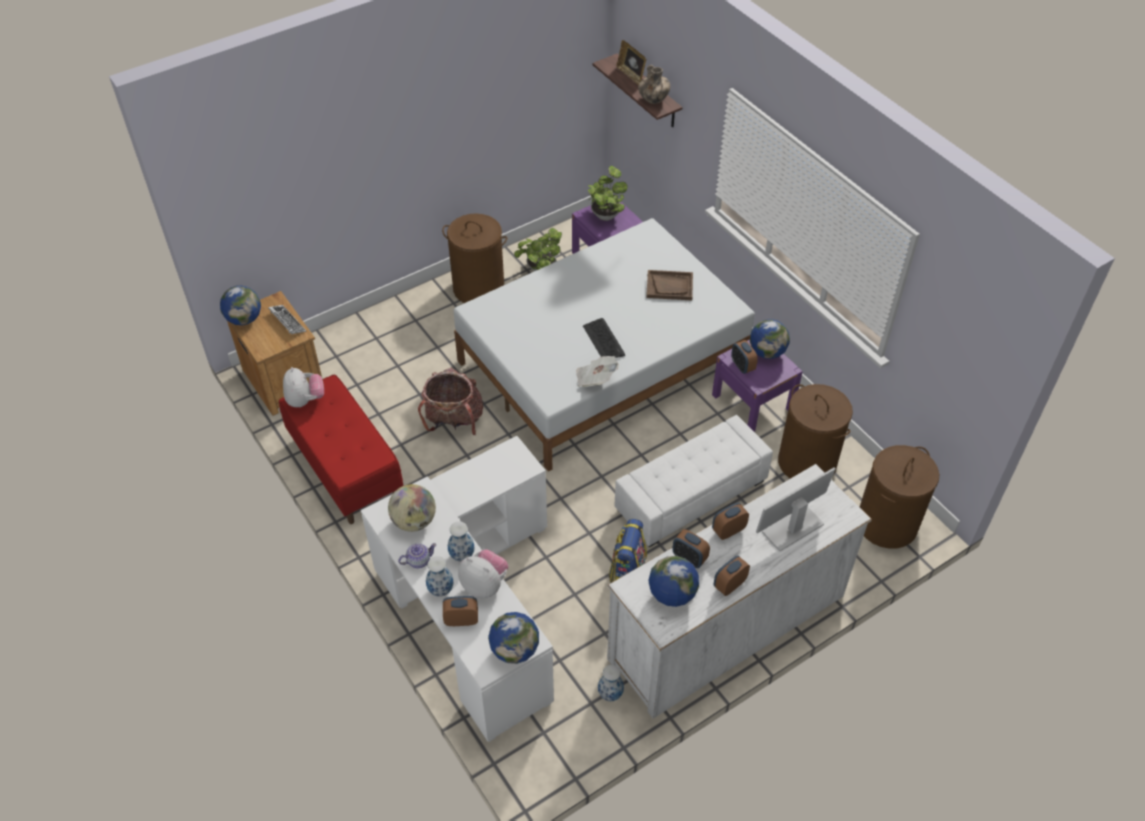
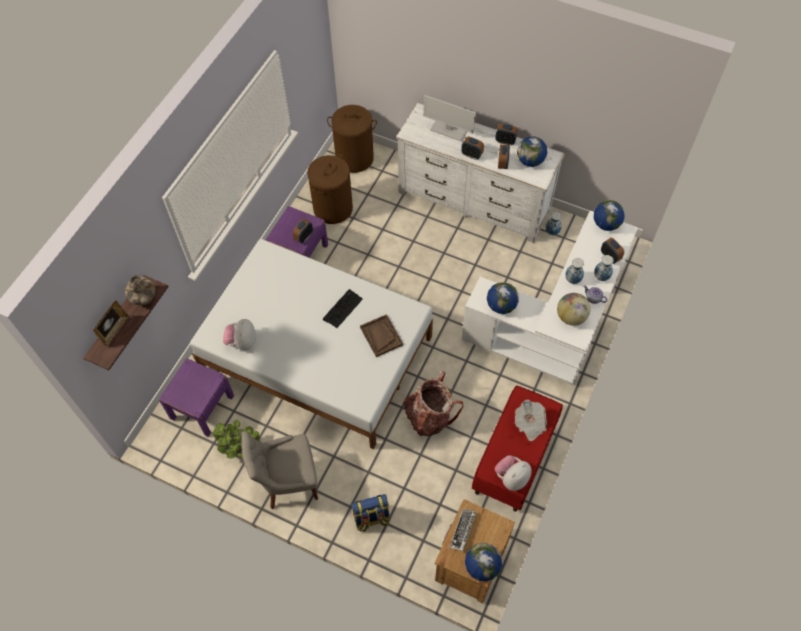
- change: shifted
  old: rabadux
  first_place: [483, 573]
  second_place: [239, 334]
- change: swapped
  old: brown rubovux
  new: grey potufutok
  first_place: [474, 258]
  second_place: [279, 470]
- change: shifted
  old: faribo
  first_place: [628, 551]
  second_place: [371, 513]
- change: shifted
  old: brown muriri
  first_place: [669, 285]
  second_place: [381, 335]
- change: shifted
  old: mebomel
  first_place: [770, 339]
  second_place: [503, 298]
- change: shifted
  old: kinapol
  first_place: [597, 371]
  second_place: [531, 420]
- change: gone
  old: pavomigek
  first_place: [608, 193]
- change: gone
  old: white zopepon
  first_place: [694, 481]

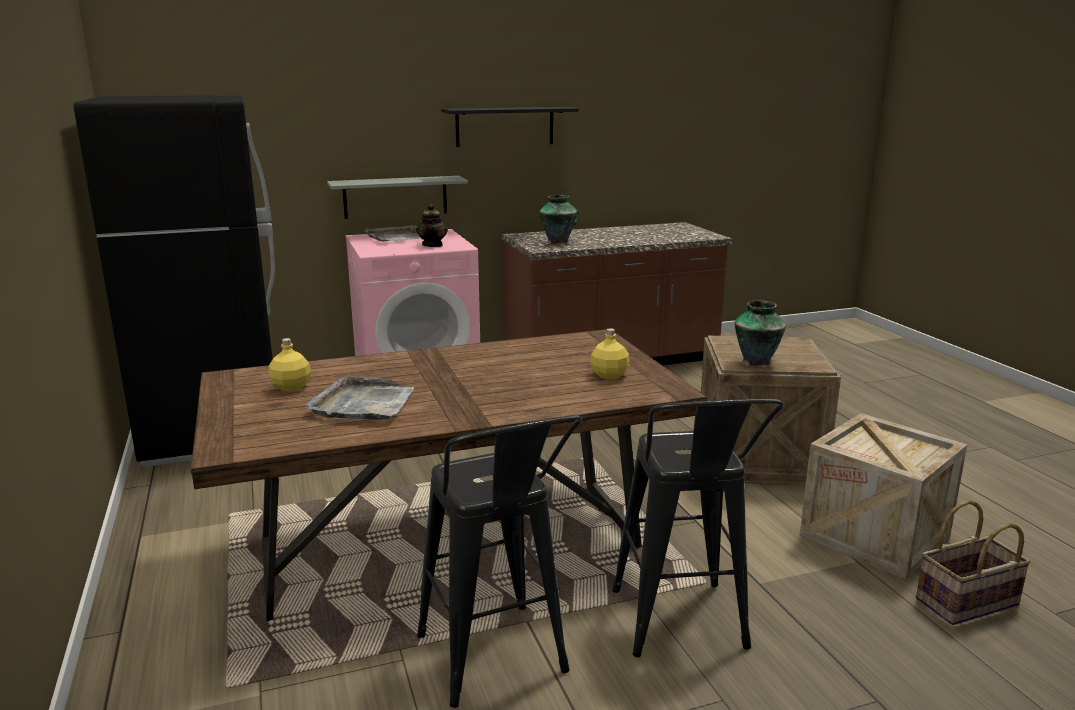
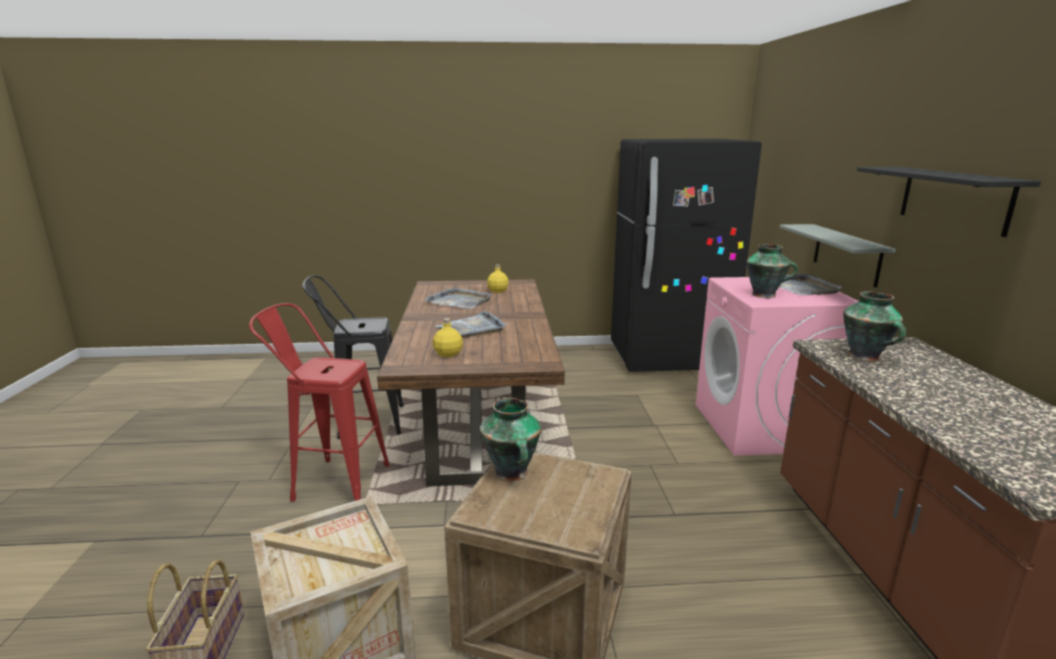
- change: repainted
  old: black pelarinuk
  new: red pelarinuk
  first_place: [698, 528]
  second_place: [319, 402]
- change: new
  new: grey muriri
  second_place: [470, 325]
- change: swapped
  old: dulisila
  new: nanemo
  first_place: [432, 225]
  second_place: [772, 271]

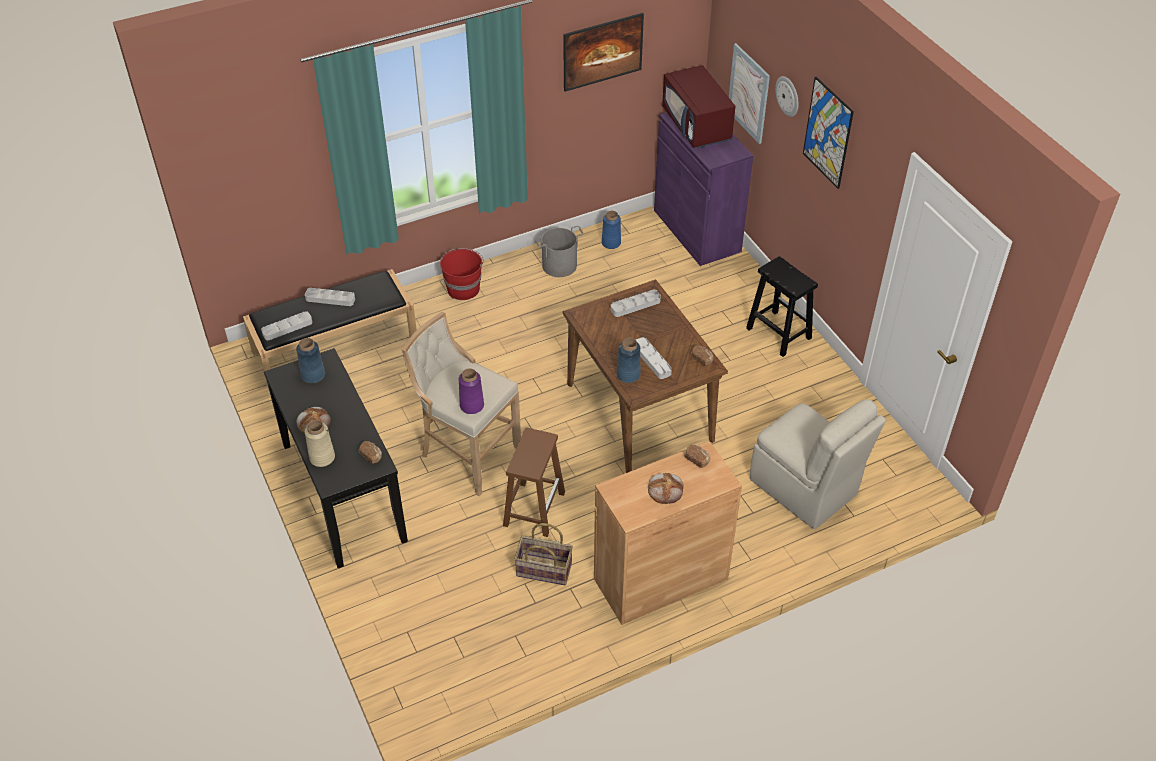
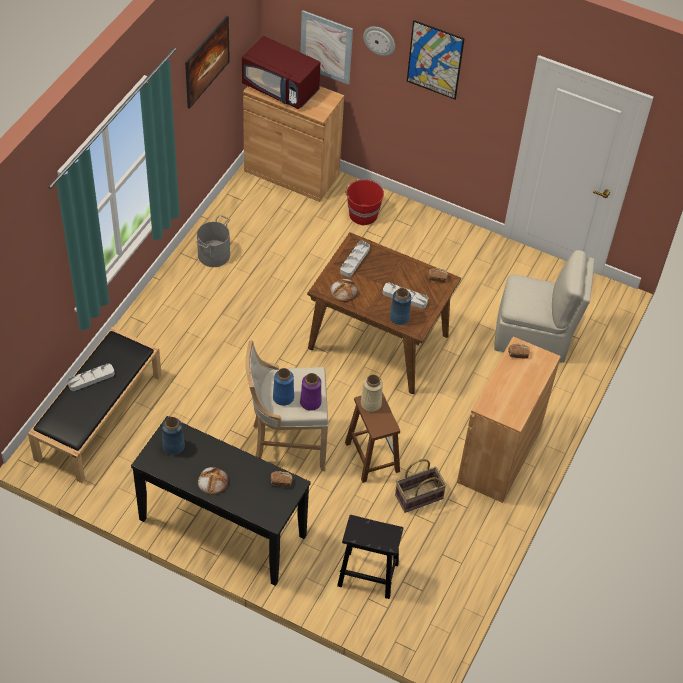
- change: repainted
  old: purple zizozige
  new: brown zizozige
  first_place: [703, 189]
  second_place: [293, 144]
- change: shifted
  old: blue nanemo
  first_place: [611, 230]
  second_place: [283, 387]
- change: shifted
  old: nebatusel
  first_place: [665, 488]
  second_place: [344, 290]
- change: shifted
  old: black pelarinuk
  first_place: [782, 306]
  second_place: [370, 557]
- change: shifted
  old: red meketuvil
  first_place: [462, 274]
  second_place: [364, 202]
- change: shifted
  old: beige nanemo
  first_place: [320, 443]
  second_place: [372, 393]
- change: gone
  old: grey muriri
  first_place: [286, 325]

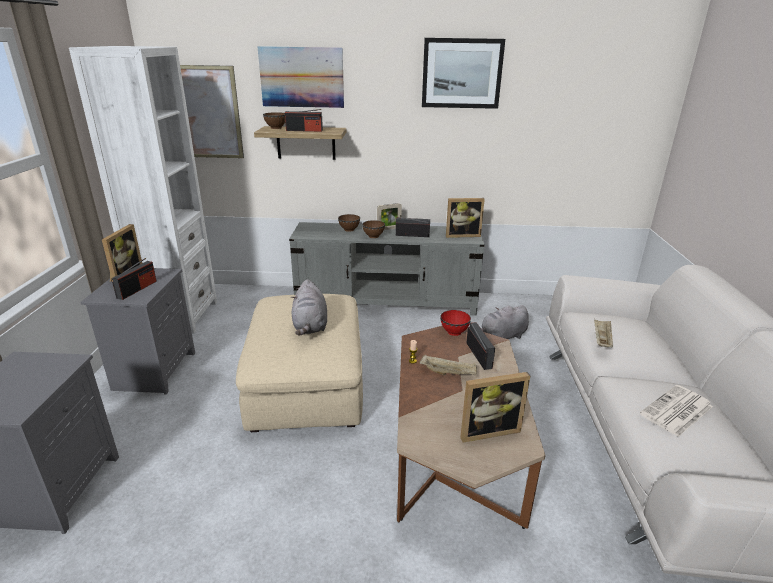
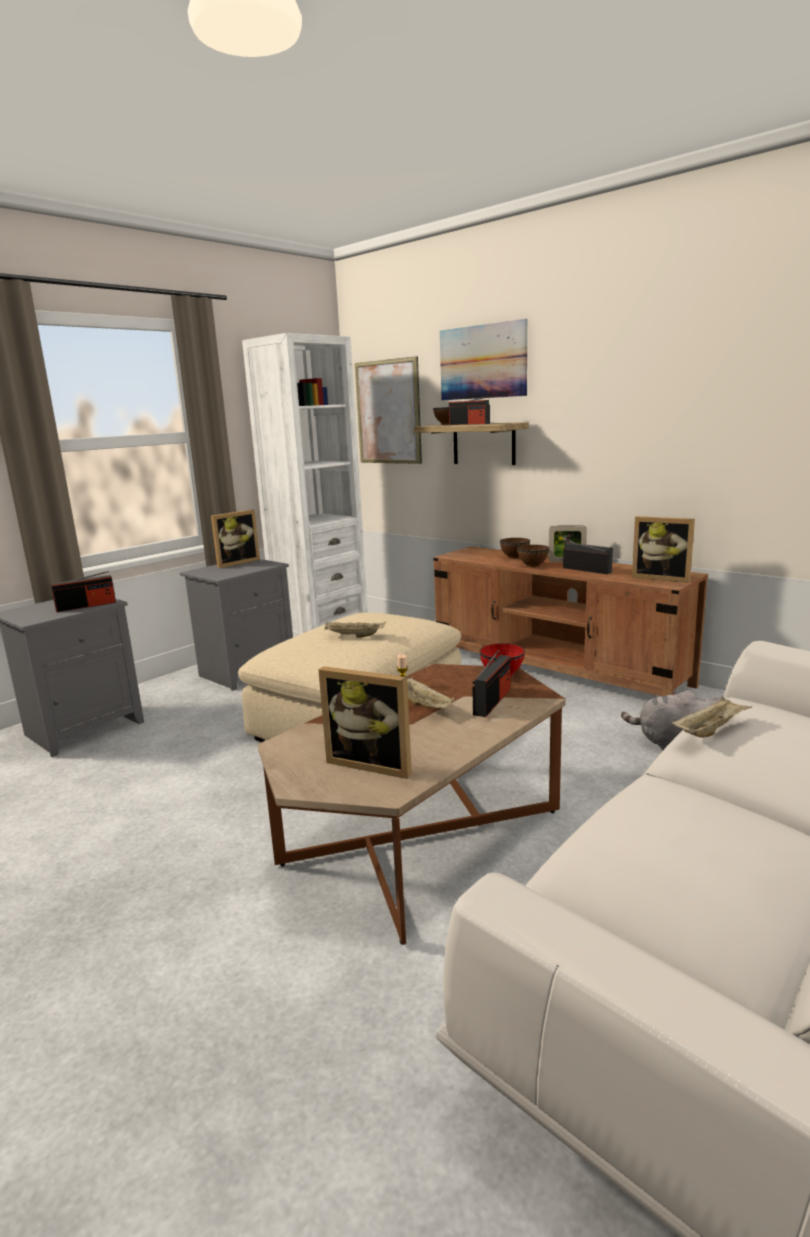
- change: shifted
  old: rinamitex
  first_place: [134, 279]
  second_place: [83, 591]
- change: swapped
  old: grey rabadux
  new: beige muriri
  first_place: [309, 307]
  second_place: [355, 630]
- change: repainted
  old: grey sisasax
  new: brown sisasax
  first_place: [386, 269]
  second_place: [570, 621]
- change: gone
  old: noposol
  first_place: [463, 73]
- change: gone
  old: kinapol
  first_place: [676, 411]

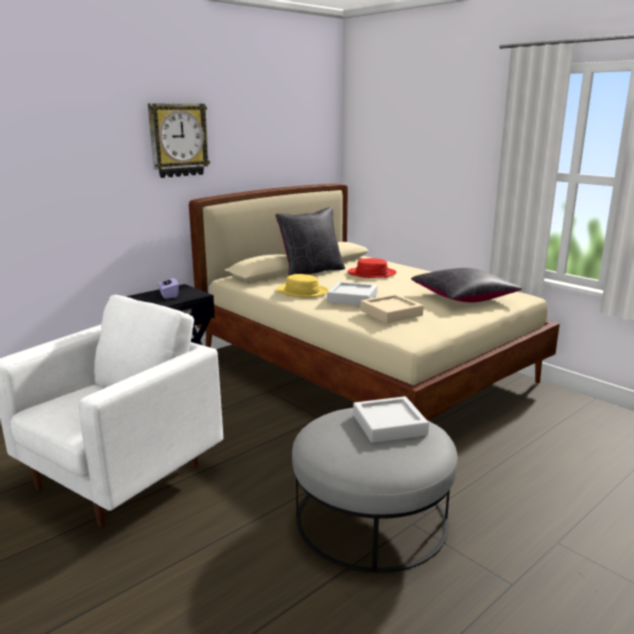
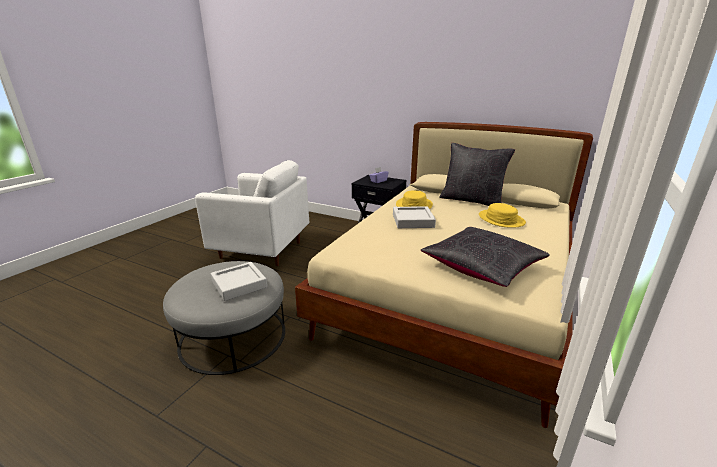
- change: repainted
  old: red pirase
  new: yellow pirase
  first_place: [372, 268]
  second_place: [502, 215]
- change: gone
  old: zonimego
  first_place: [179, 140]
- change: gone
  old: beige muriri
  first_place: [392, 308]

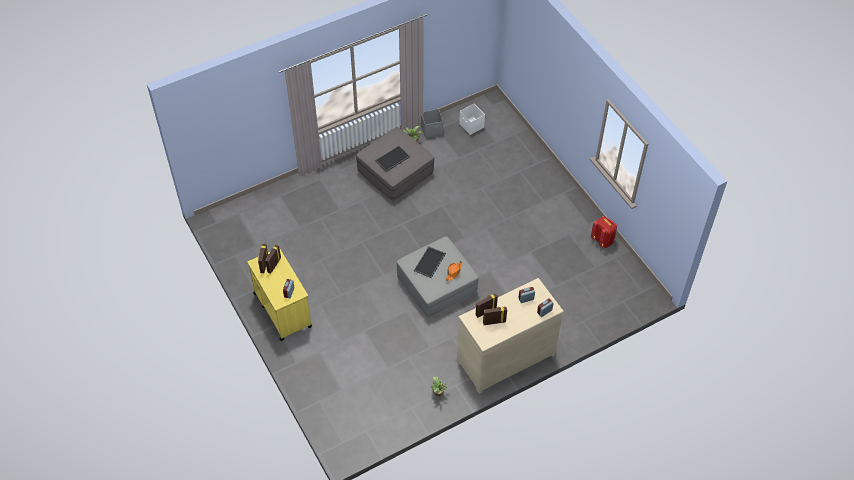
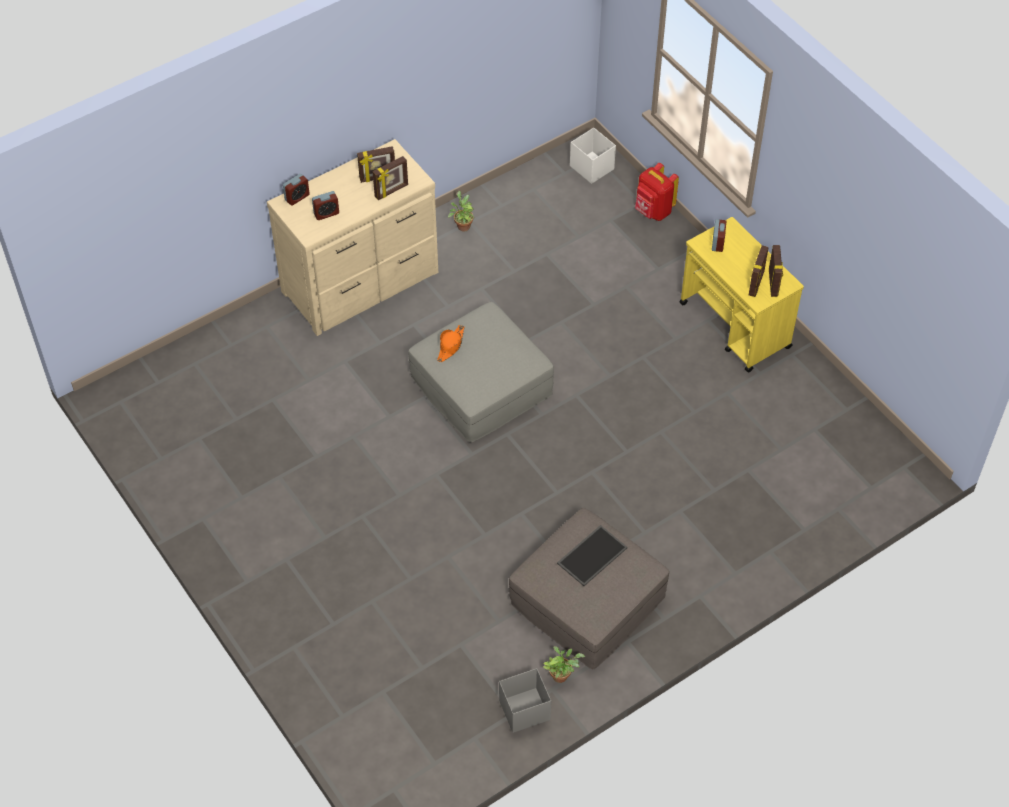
- change: shifted
  old: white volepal
  first_place: [472, 119]
  second_place: [593, 156]
- change: shifted
  old: red faribo
  first_place: [604, 232]
  second_place: [657, 192]
- change: gone
  old: muriri
  first_place: [430, 262]

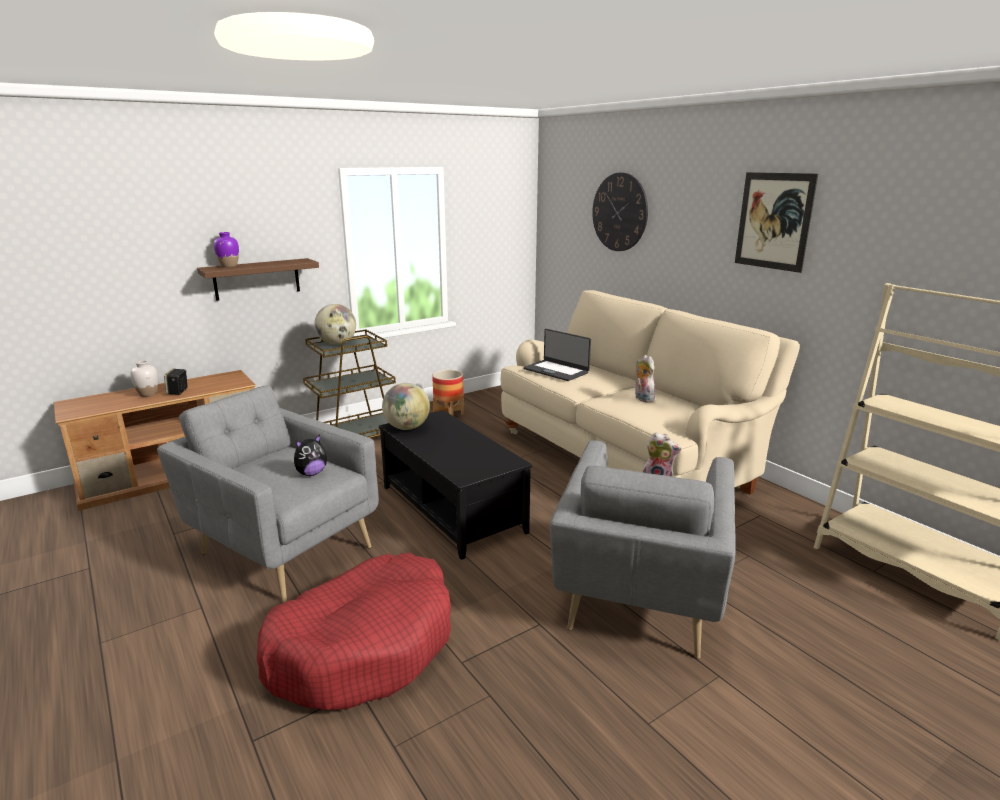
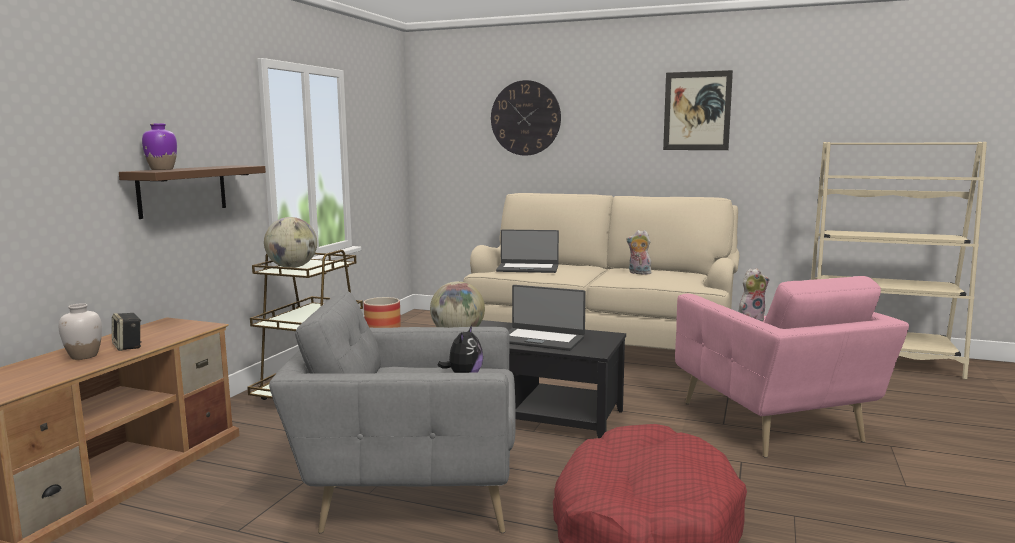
- change: new
  new: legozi
  second_place: [547, 318]
- change: repainted
  old: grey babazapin
  new: pink babazapin
  first_place: [643, 550]
  second_place: [792, 367]

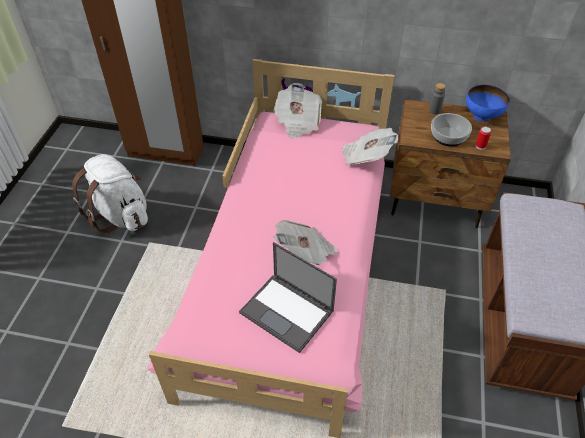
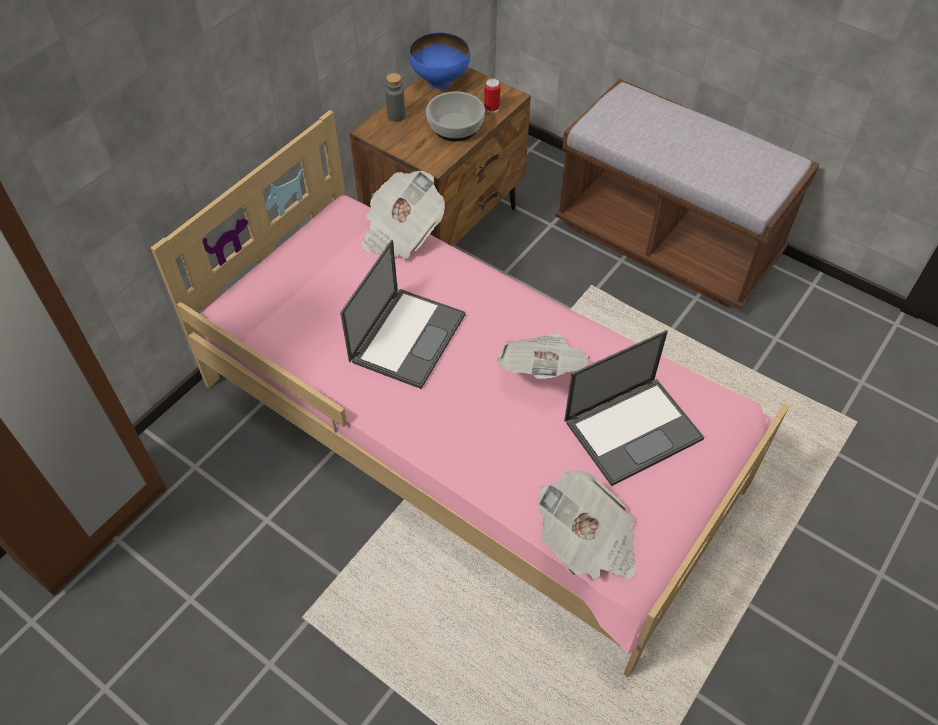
- change: new
  new: legozi
  second_place: [403, 314]
- change: shifted
  old: kinapol
  first_place: [298, 111]
  second_place: [587, 525]
- change: gone
  old: white faribo
  first_place: [110, 194]

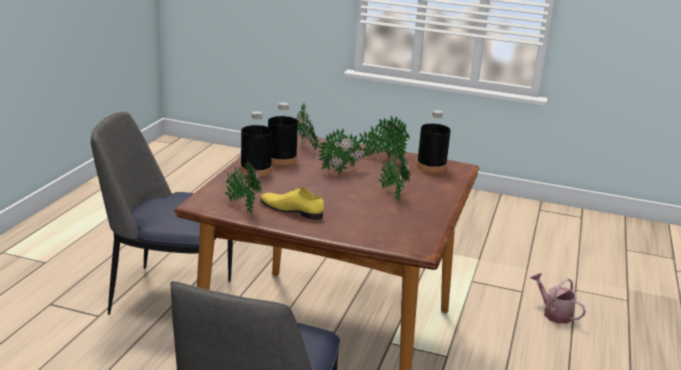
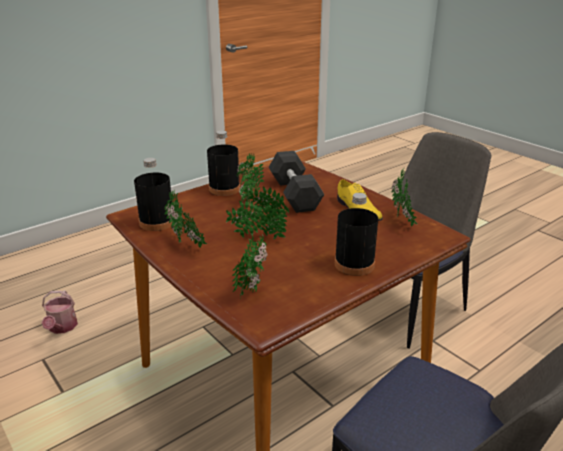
- change: shifted
  old: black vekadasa
  first_place: [283, 133]
  second_place: [223, 163]
- change: new
  new: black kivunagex
  second_place: [296, 182]

